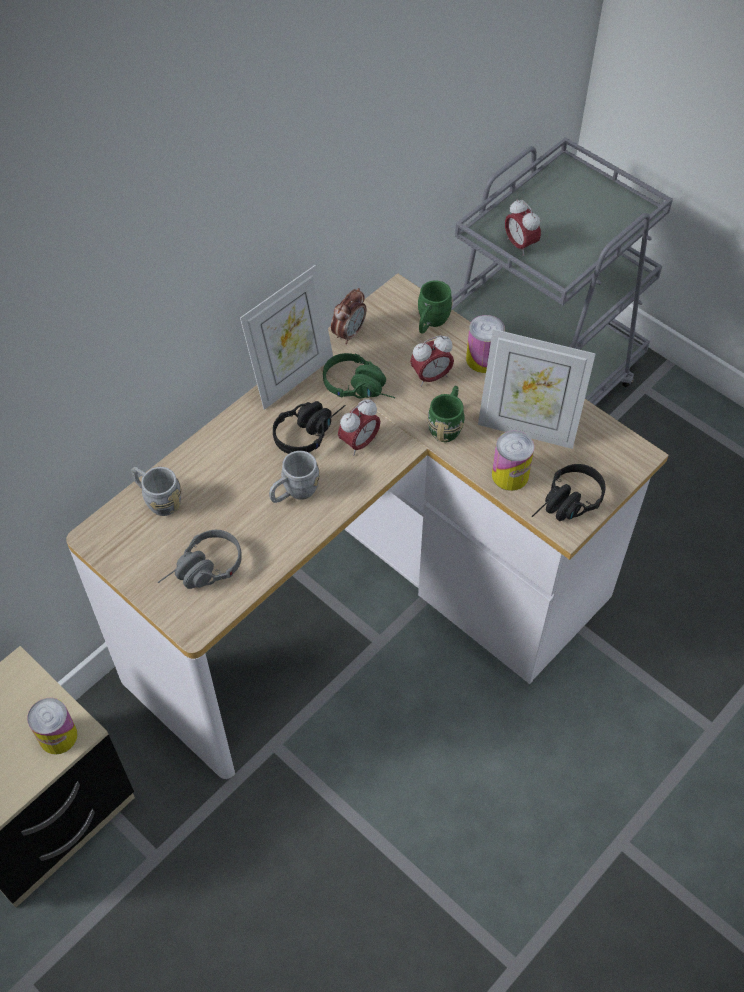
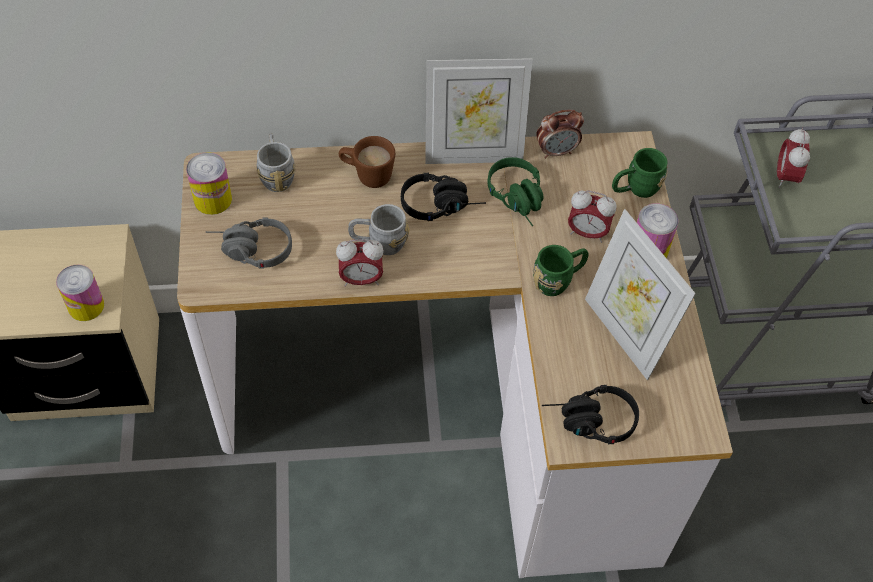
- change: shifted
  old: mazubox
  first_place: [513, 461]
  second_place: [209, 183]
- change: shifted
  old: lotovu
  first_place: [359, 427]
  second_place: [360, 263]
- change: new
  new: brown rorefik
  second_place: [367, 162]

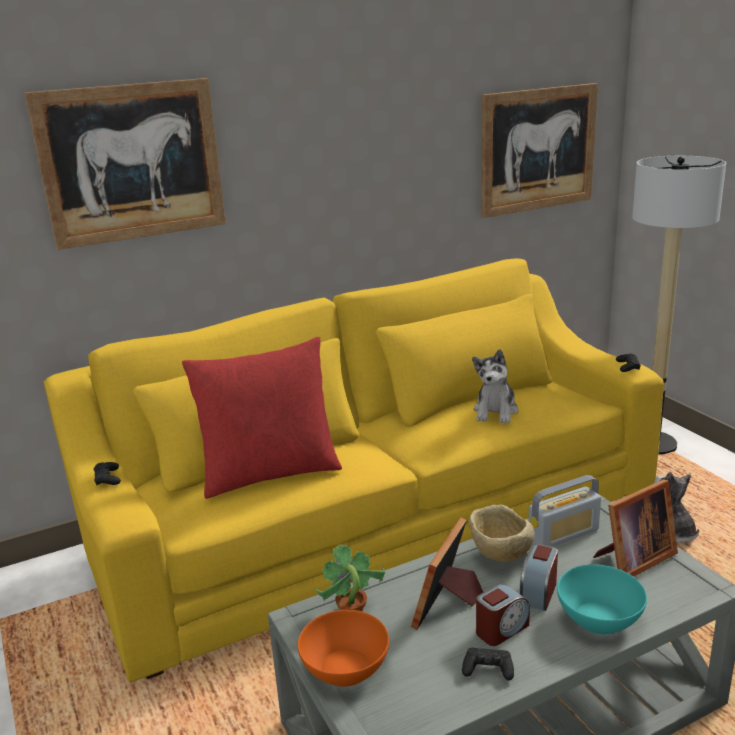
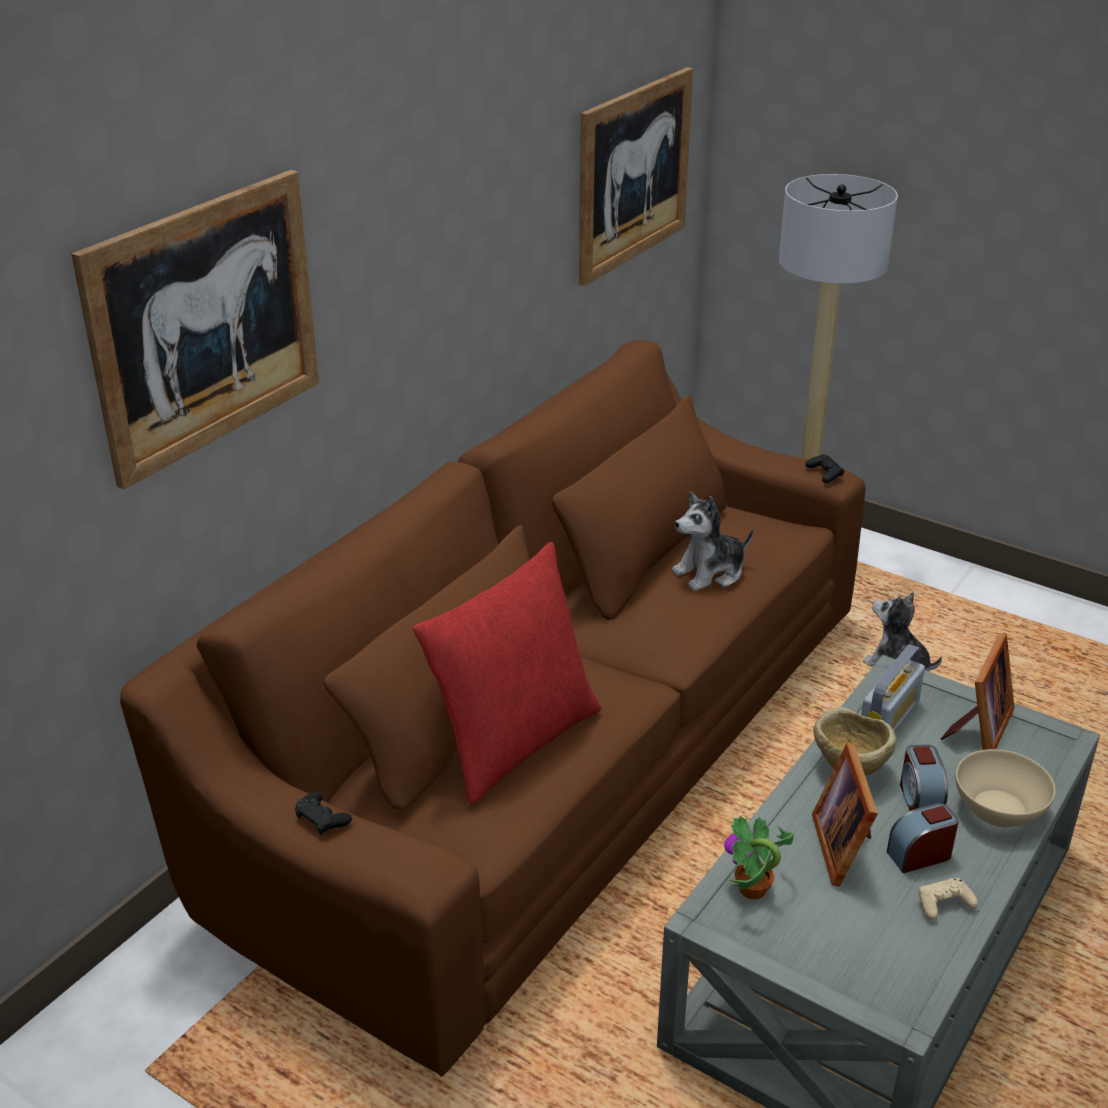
- change: repainted
  old: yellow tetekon
  new: brown tetekon
  first_place: [354, 470]
  second_place: [493, 708]
- change: rotated
  old: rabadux
  first_place: [495, 386]
  second_place: [712, 541]
  degrees: 75
- change: rotated
  old: lotovu
  first_place: [503, 615]
  second_place: [923, 838]
  degrees: -135
- change: repainted
  old: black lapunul
  new: beige lapunul
  first_place: [488, 664]
  second_place: [948, 899]
- change: repainted
  old: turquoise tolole
  new: beige tolole
  first_place: [602, 599]
  second_place: [1006, 788]
- change: gone
  old: orange tolole
  first_place: [343, 648]

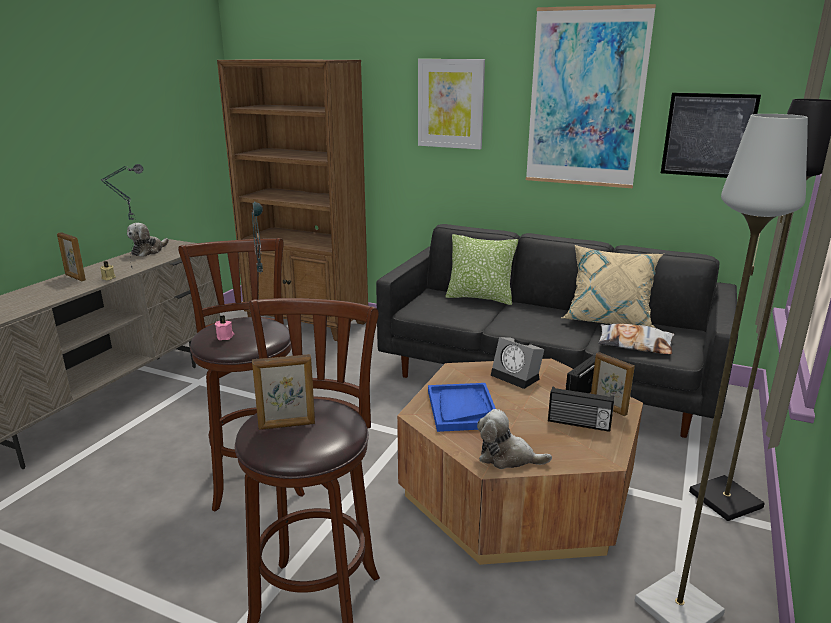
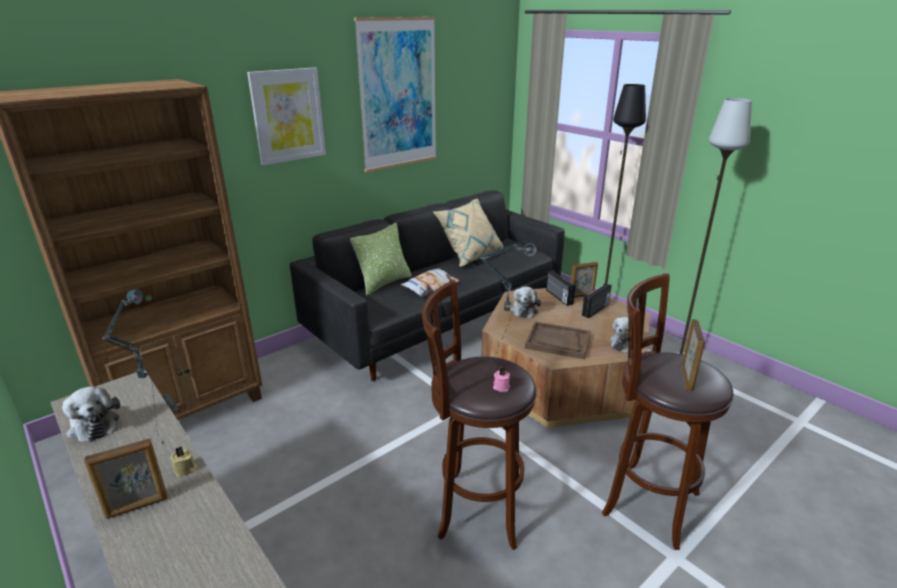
- change: shifted
  old: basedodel
  first_place: [636, 338]
  second_place: [430, 282]
- change: swapped
  old: lotovu
  new: rabadux
  first_place: [517, 363]
  second_place: [525, 302]
- change: repainted
  old: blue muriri
  new: brown muriri
  first_place: [462, 407]
  second_place: [558, 340]
- change: gone
  old: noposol
  first_place: [711, 135]

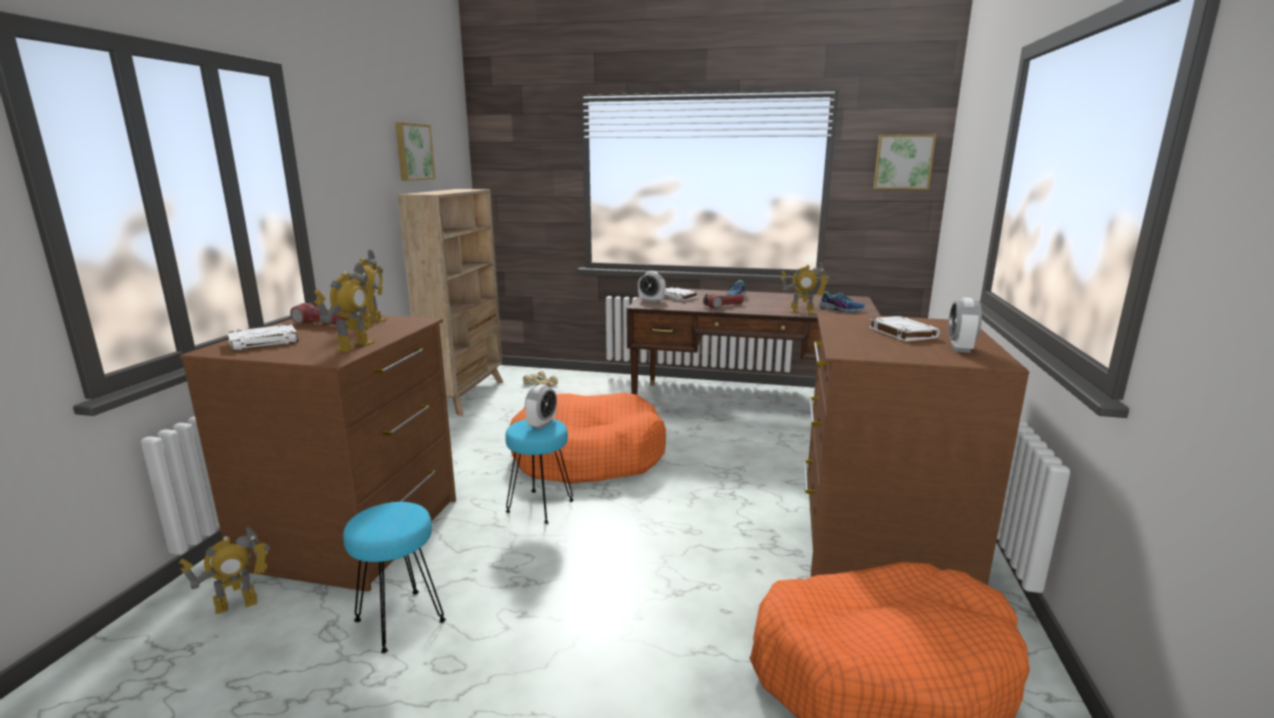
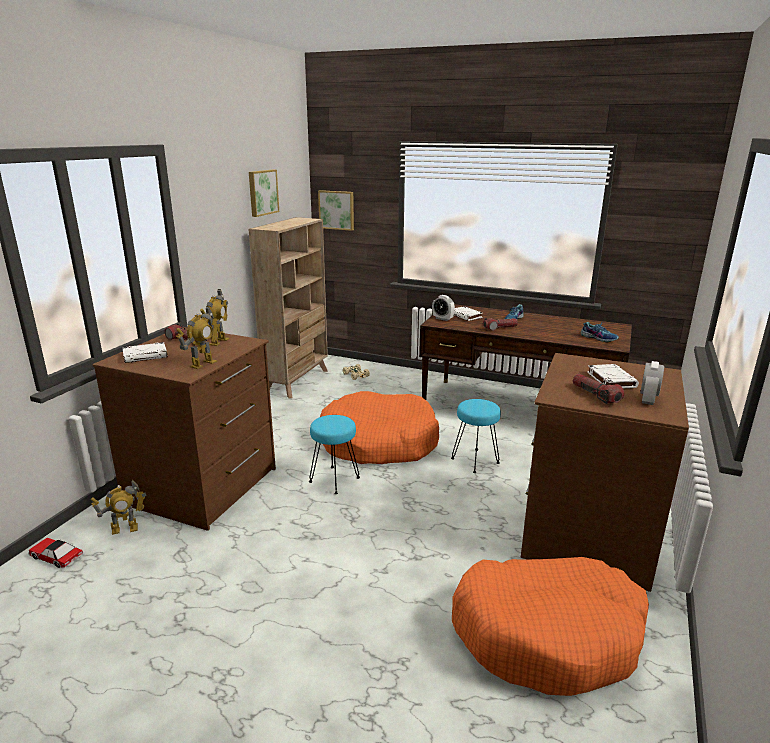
- change: new
  new: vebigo
  second_place: [55, 553]
- change: shifted
  old: noposol
  first_place: [905, 161]
  second_place: [336, 210]
- change: shifted
  old: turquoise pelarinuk
  first_place: [394, 577]
  second_place: [476, 436]
- change: new
  new: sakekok
  second_place: [598, 389]
- change: gone
  old: lotovu
  first_place: [541, 406]
- change: gone
  old: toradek
  first_place: [805, 288]

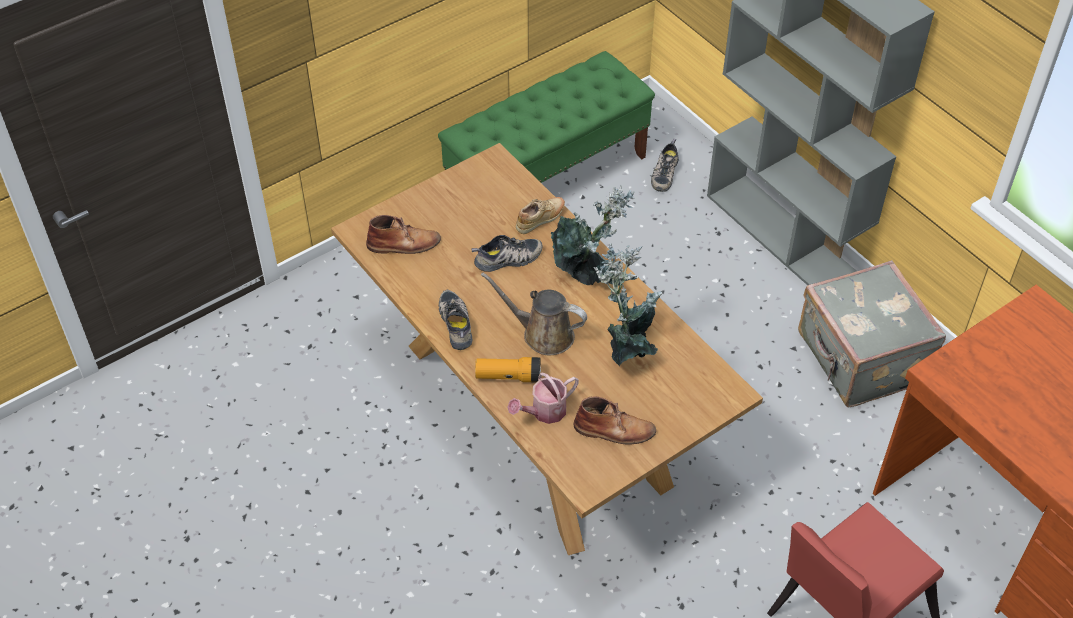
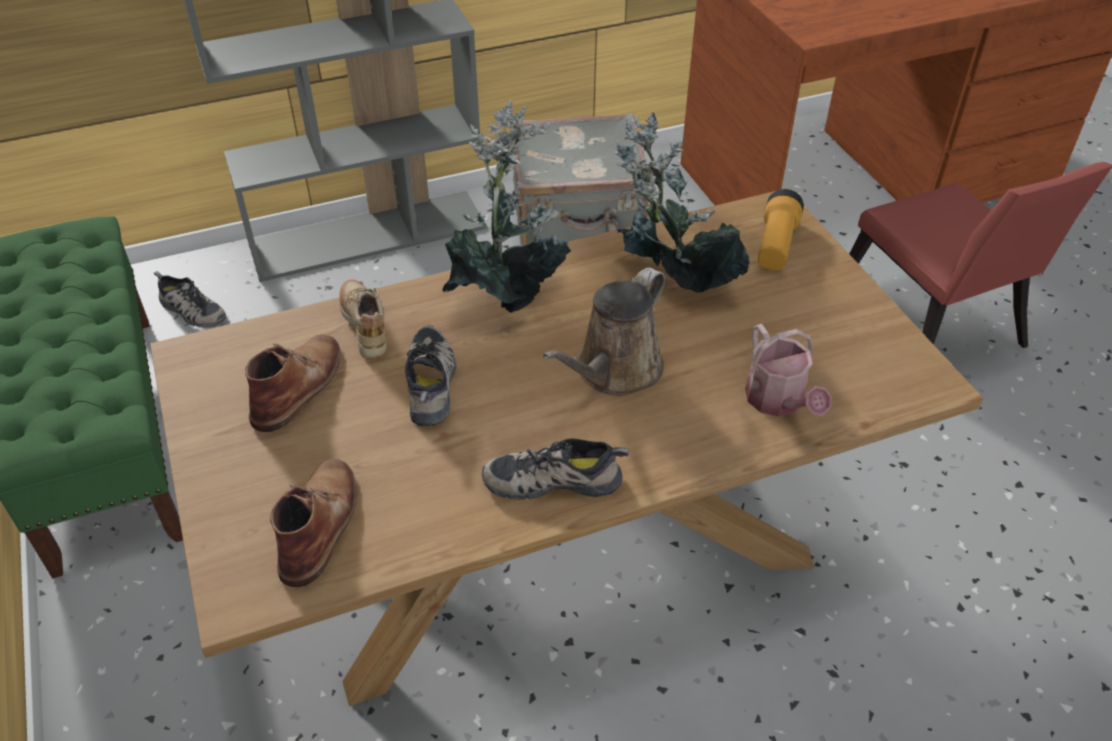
- change: shifted
  old: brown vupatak
  first_place: [615, 420]
  second_place: [292, 383]
- change: shifted
  old: sakekok
  first_place: [508, 369]
  second_place: [781, 230]

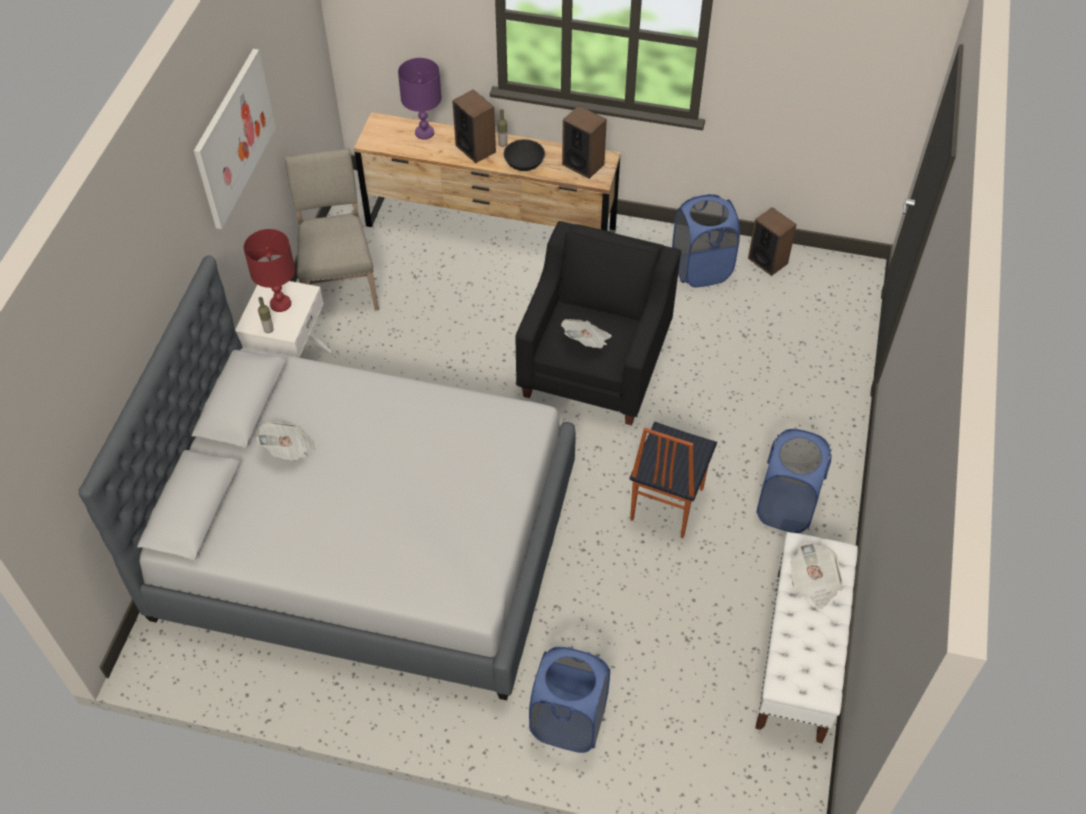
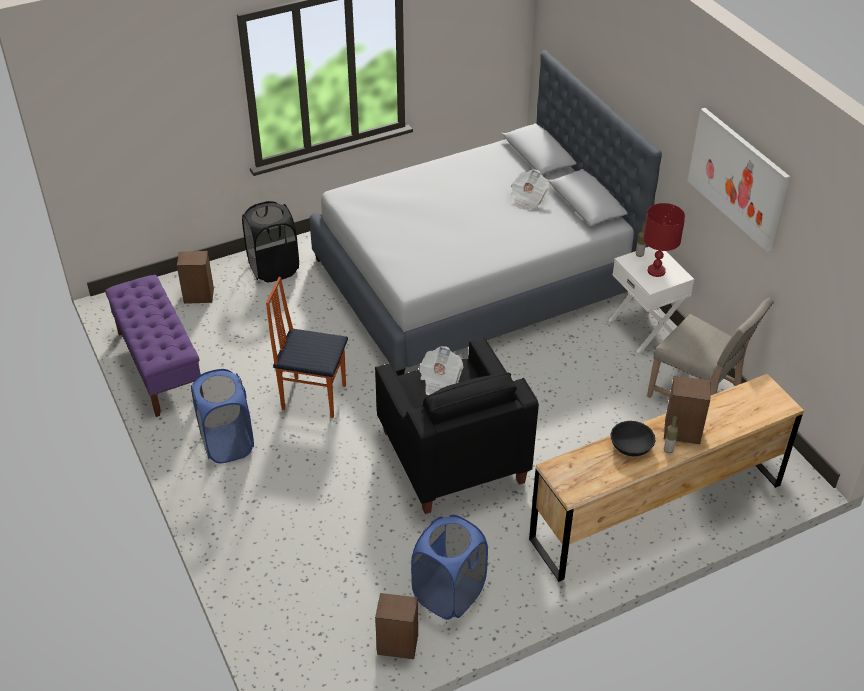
- change: repainted
  old: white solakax
  new: purple solakax
  first_place: [806, 637]
  second_place: [153, 346]
- change: shifted
  old: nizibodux
  first_place: [584, 142]
  second_place: [195, 277]
- change: repainted
  old: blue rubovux
  new: black rubovux
  first_place: [569, 700]
  second_place: [270, 241]
- change: rotated
  old: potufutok
  first_place: [673, 480]
  second_place: [307, 347]
  degrees: -60
- change: gone
  old: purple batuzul
  first_place: [420, 99]
- change: gone
  old: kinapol
  first_place: [816, 575]

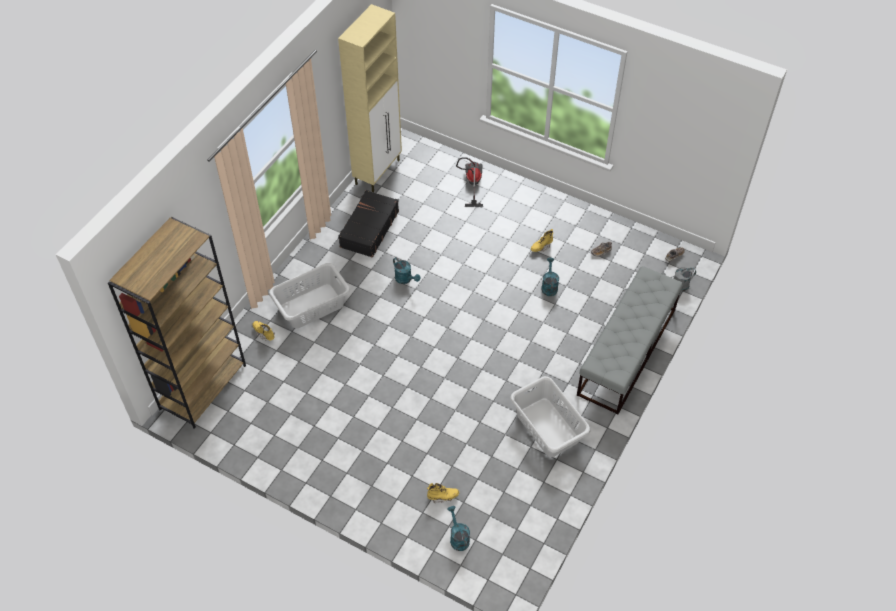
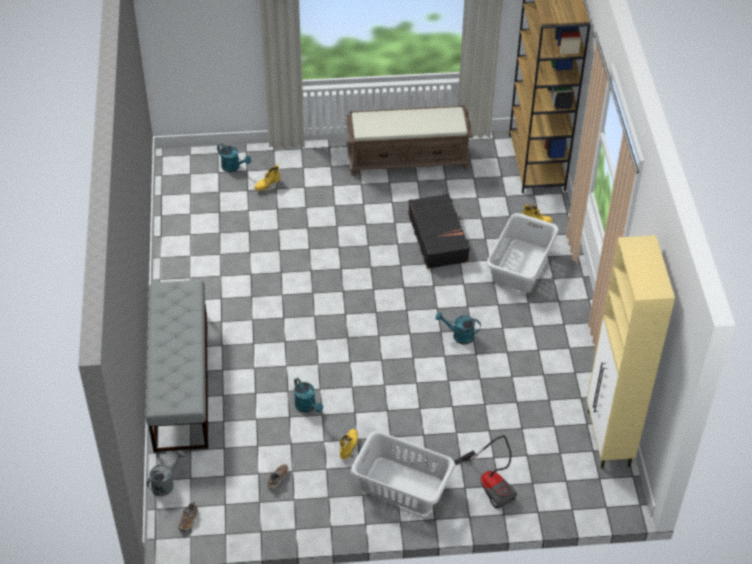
- change: new
  new: brown solakax
  second_place: [409, 140]
- change: shifted
  old: grey rubovux
  first_place: [550, 416]
  second_place: [403, 472]
- change: shifted
  old: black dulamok
  first_place: [368, 224]
  second_place: [439, 231]

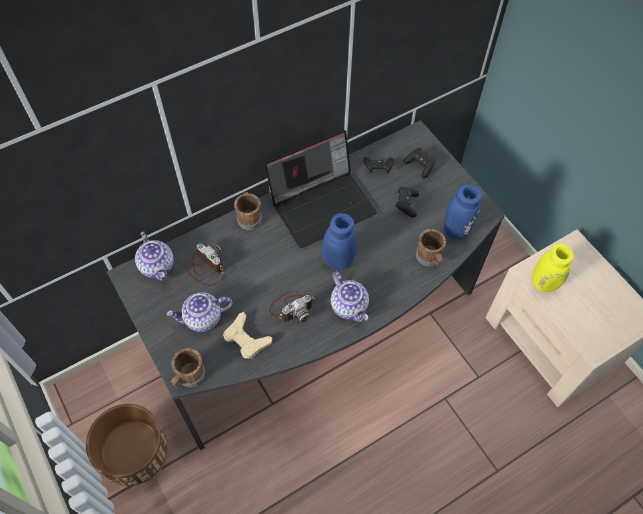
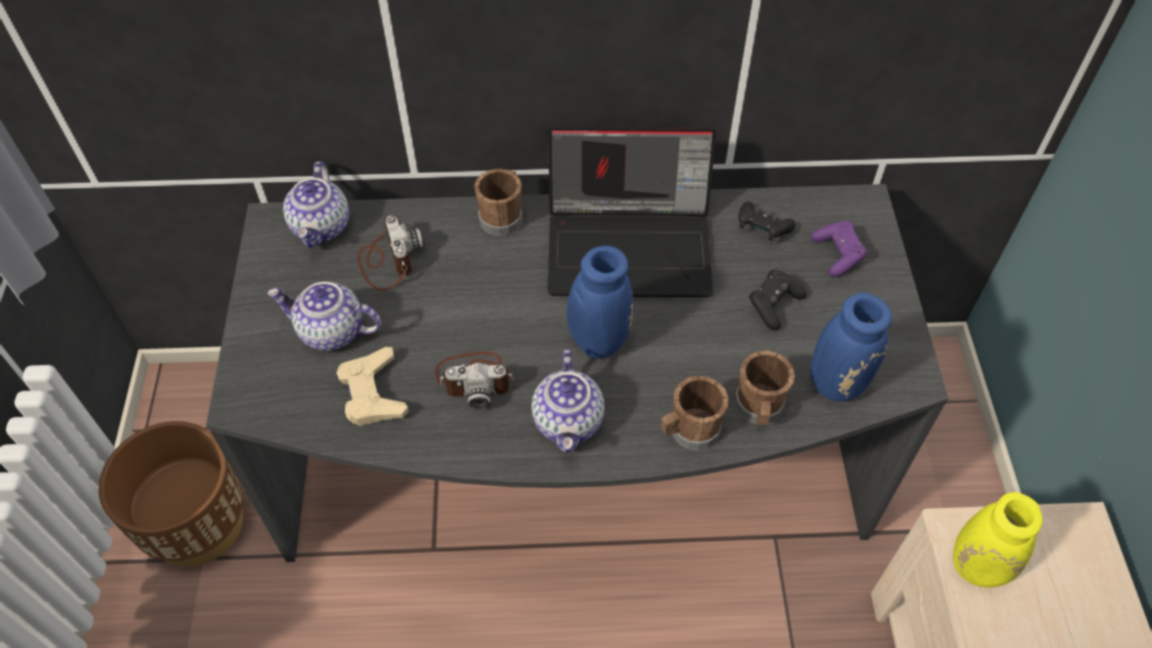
- change: shifted
  old: brown rorefik
  first_place: [188, 368]
  second_place: [694, 413]
- change: repainted
  old: black lapunul
  new: purple lapunul
  first_place: [419, 163]
  second_place: [839, 249]

